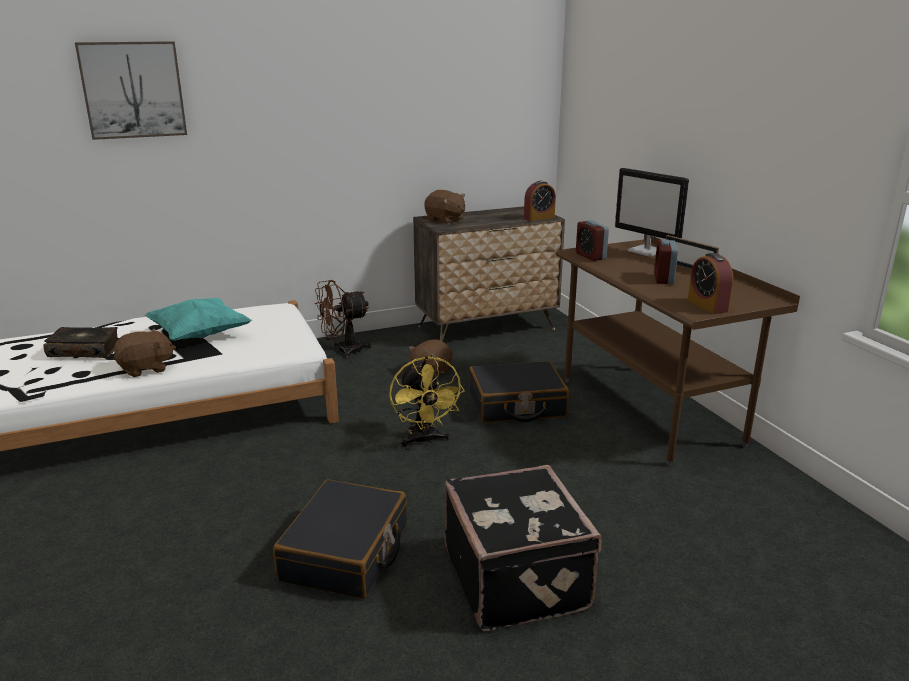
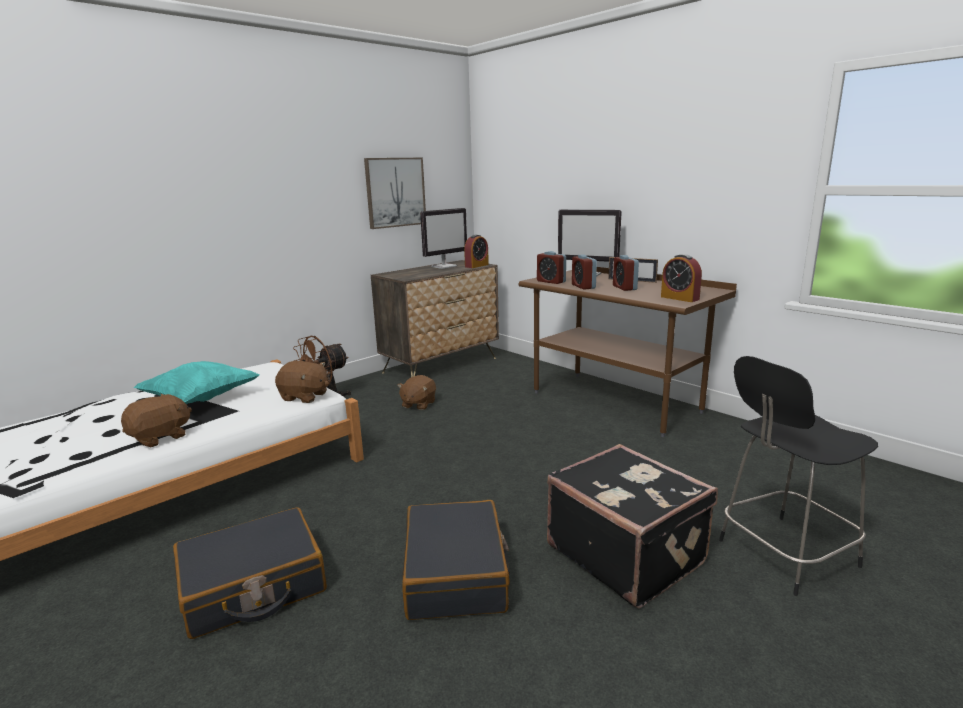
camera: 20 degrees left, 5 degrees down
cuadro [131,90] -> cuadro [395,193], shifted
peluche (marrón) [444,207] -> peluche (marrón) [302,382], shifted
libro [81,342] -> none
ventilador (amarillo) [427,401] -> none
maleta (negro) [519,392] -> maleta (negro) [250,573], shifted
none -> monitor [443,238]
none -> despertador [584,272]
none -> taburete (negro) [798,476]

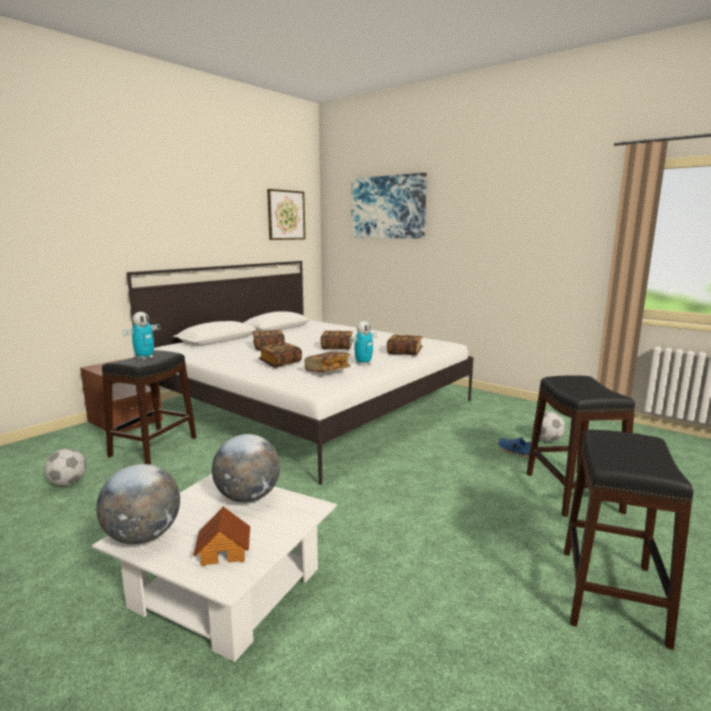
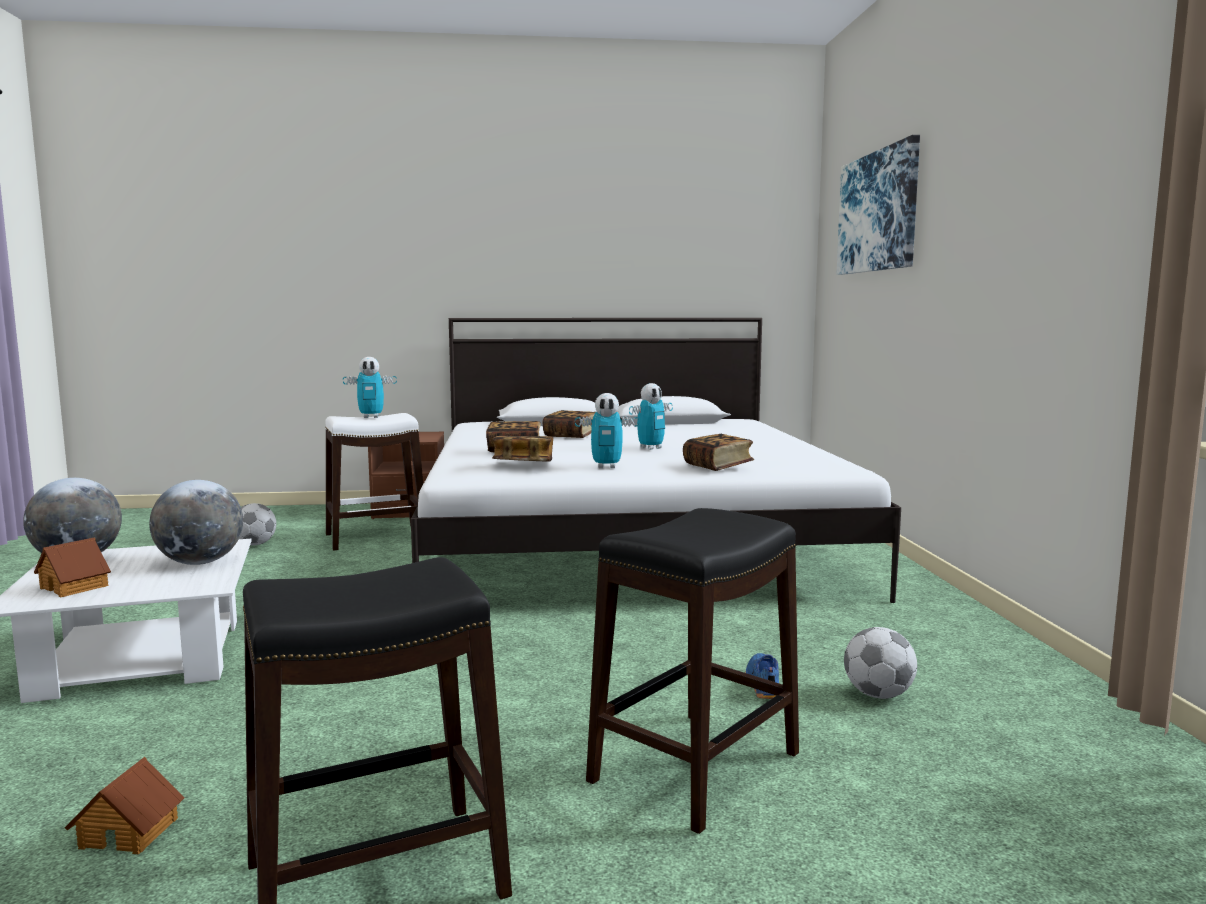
camera: 45 degrees right, 5 degrees down
cuadro [286,214] -> none
libro [337,340] -> robot de juguete [651,416]
taburete (negro) [149,407] -> taburete (blanco) [374,481]
none -> casita [125,805]

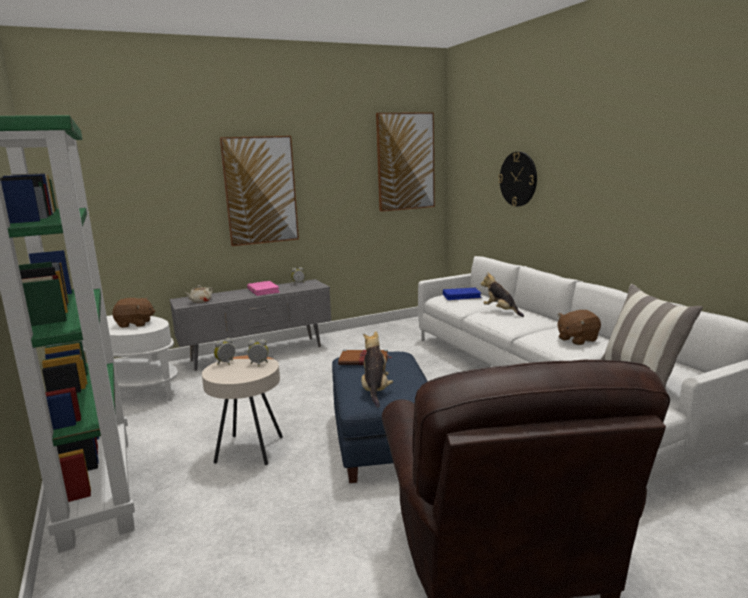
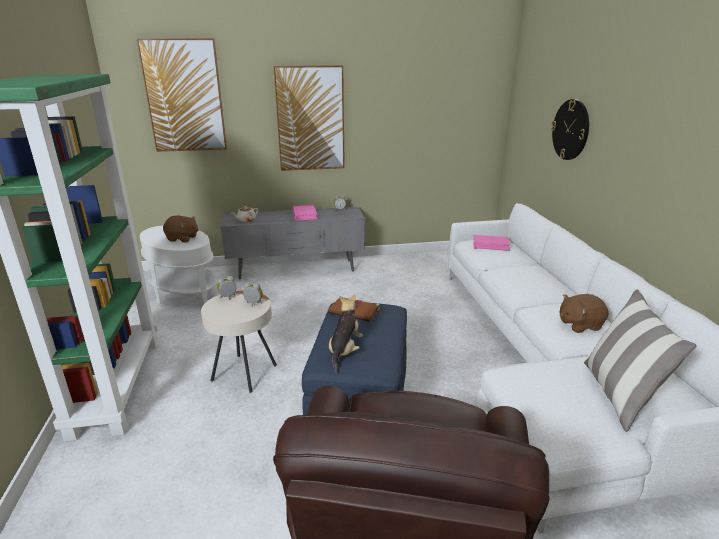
camera: 15 degrees right, 10 degrees up
cuadro [405,162] -> cuadro [182,95], shifted
peluche [502,294] -> none
libro (azul) [462,294] -> libro (rosa) [491,243]

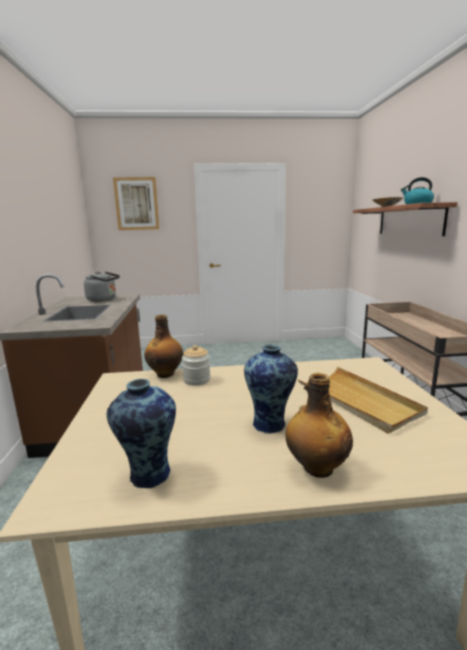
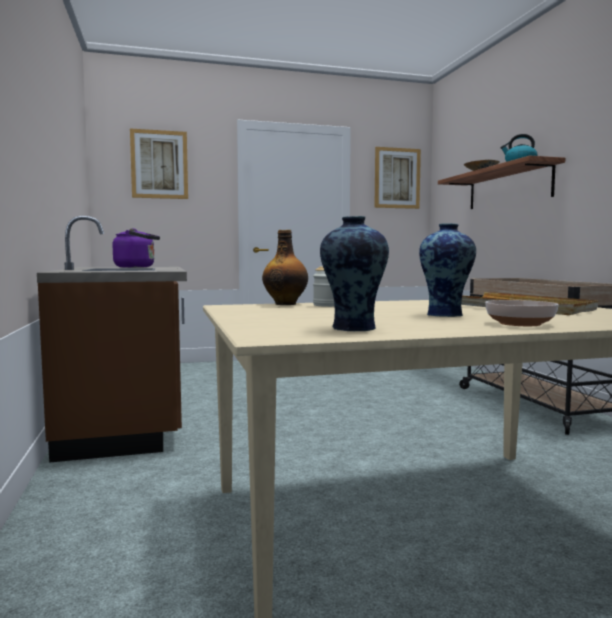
camera: 10 degrees left, 10 degrees down
hervidor (gris) [102,287] -> hervidor (morado) [136,248]
botella [319,425] -> cuenco [522,313]
none -> cuadro [397,178]

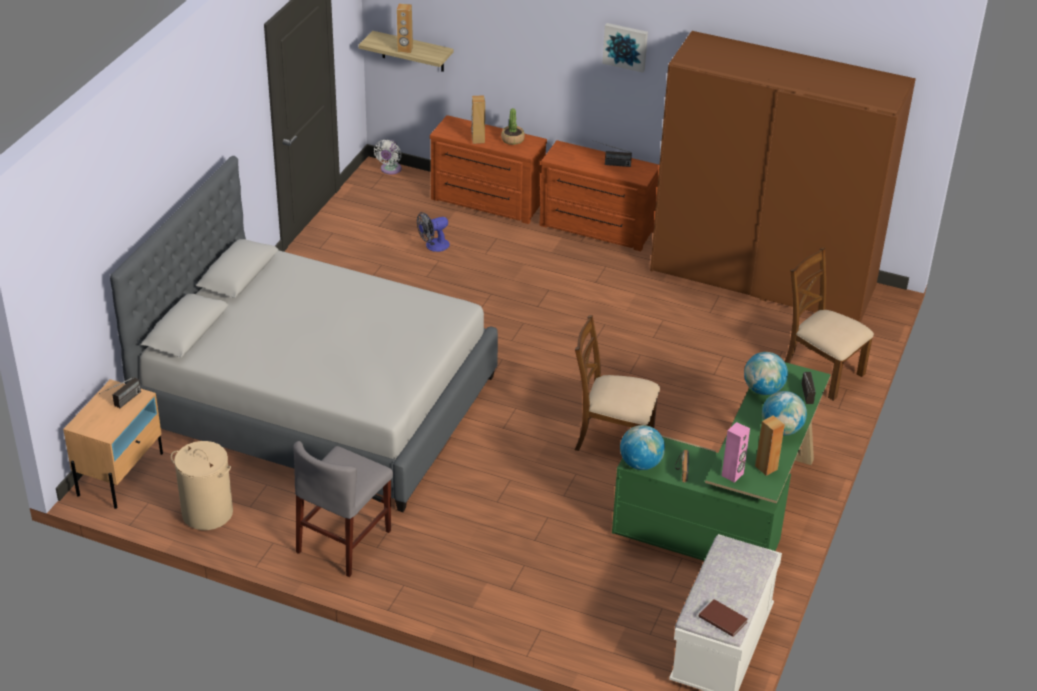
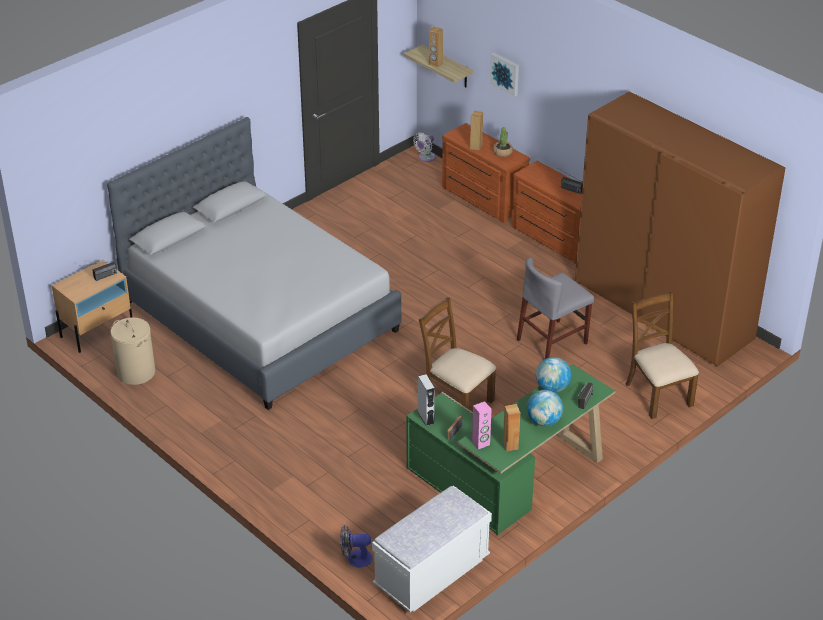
camera: 25 degrees right, 0 degrees up
cuadro [625,48] -> cuadro [504,75], shifted
ventilador [433,232] -> ventilador [356,546], shifted
globo terráqueo [642,447] -> altavoz (gris) [426,400]
silla (gris) [343,509] -> silla (gris) [555,308], shifted
libro (marrón) [723,618] -> none

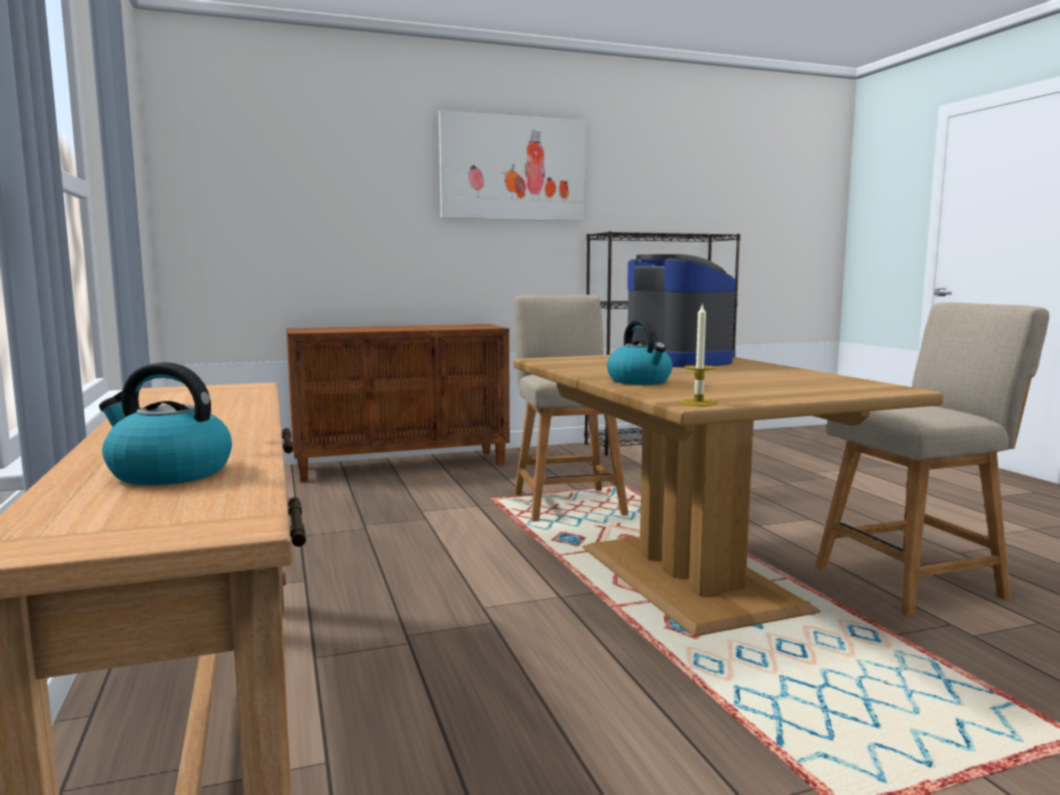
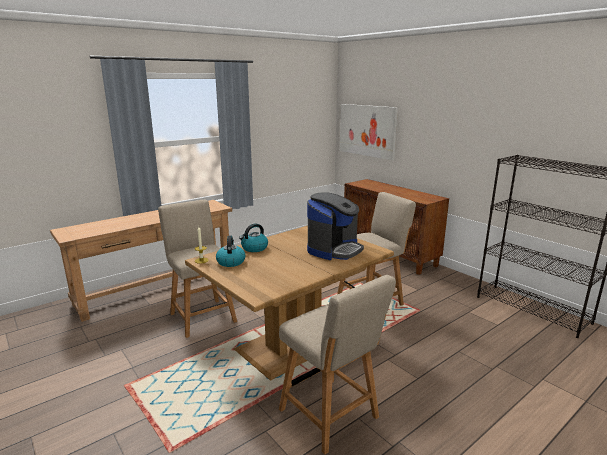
camera: 70 degrees right, 10 degrees up
cuadro [512,165] -> cuadro [369,132], shifted
hervidor [165,423] -> hervidor [231,251], shifted
none -> silla (beis) [197,269]

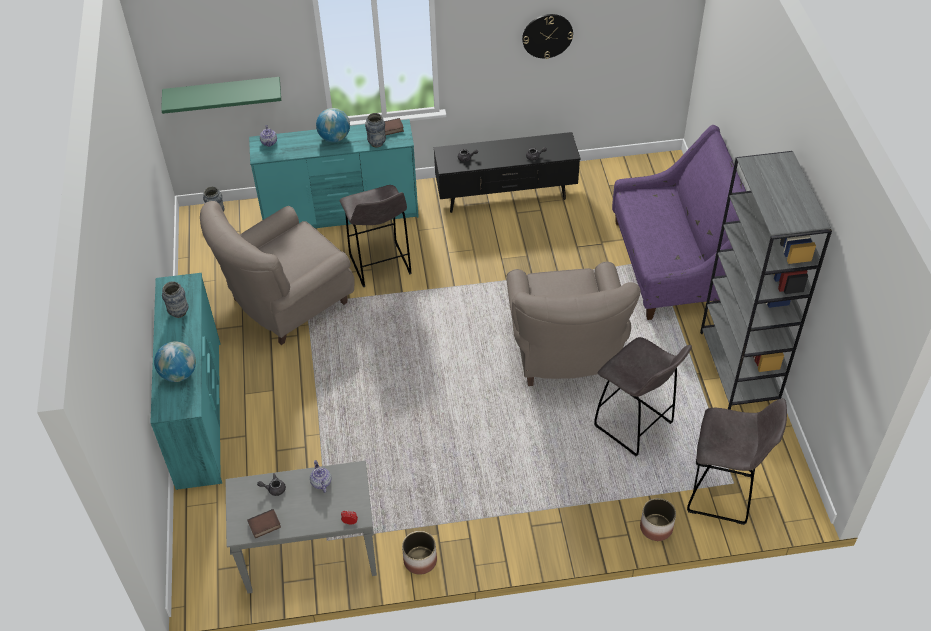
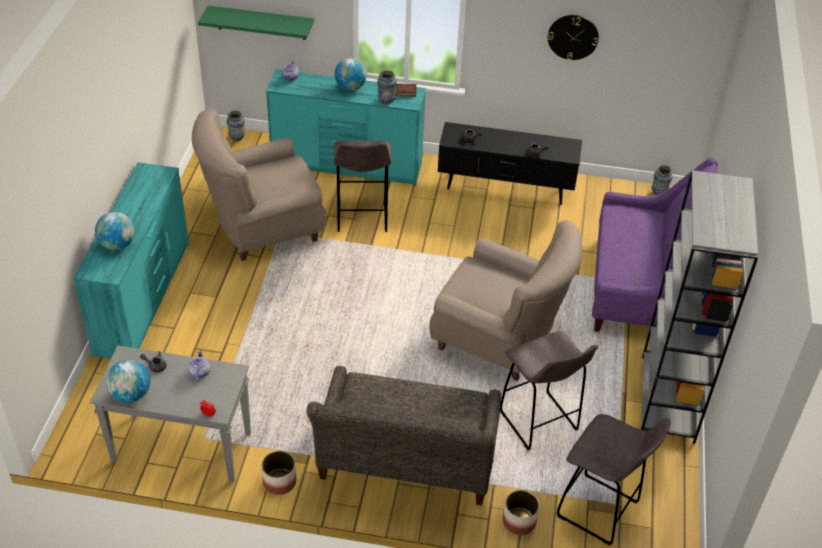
camera: 15 degrees right, 5 degrees down
sillón (beis) [574,324] -> sillón (beis) [505,300], 75 degrees counterclockwise
florero [175,299] -> florero [662,180], shifted
libro [264,523] -> globo terráqueo [128,381]
none -> sofá (gris) [404,435]

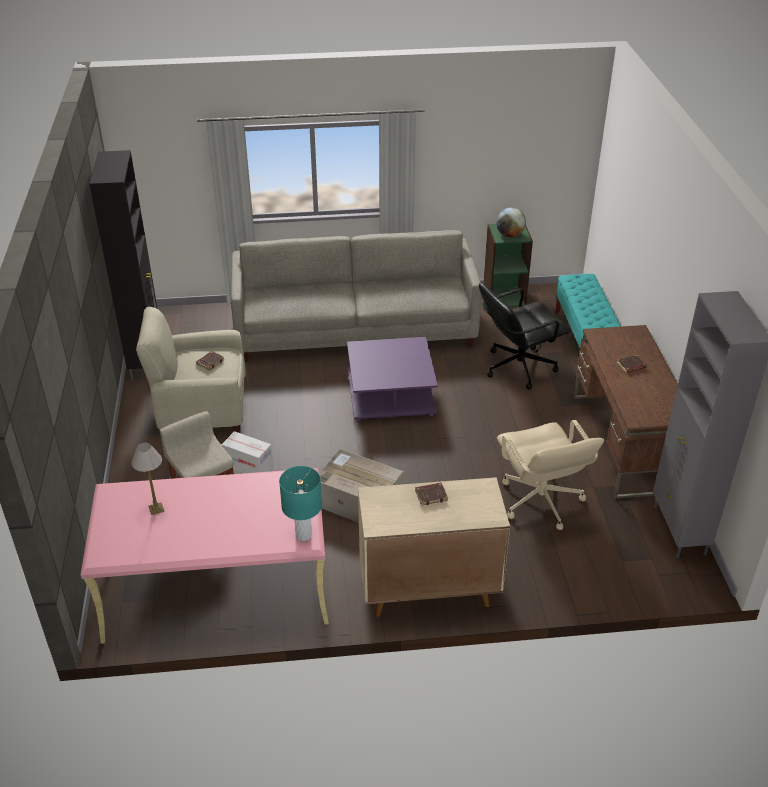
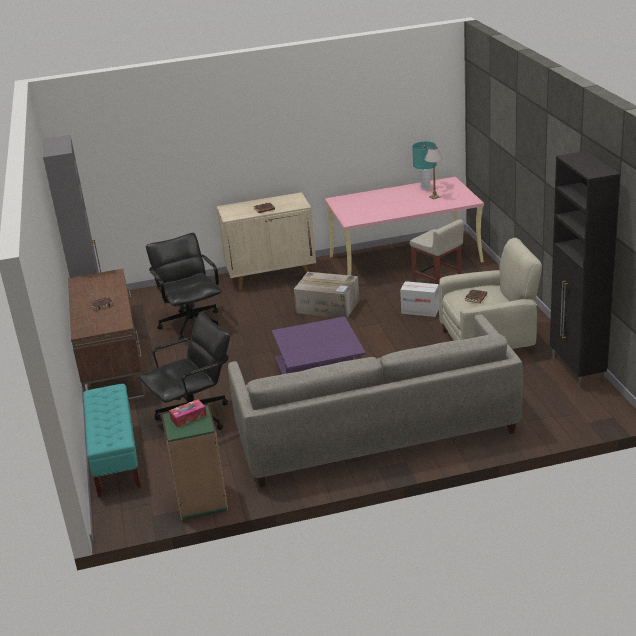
camera: 175 degrees right, 10 degrees down
globo terráqueo [511,222] -> caja de pañuelos [188,413]
silla de oficina (beis) [550,475] -> silla de oficina (negro) [184,286]
lámpara de mesa (turquesa) [300,503] -> lámpara de mesa (turquesa) [424,165], shifted

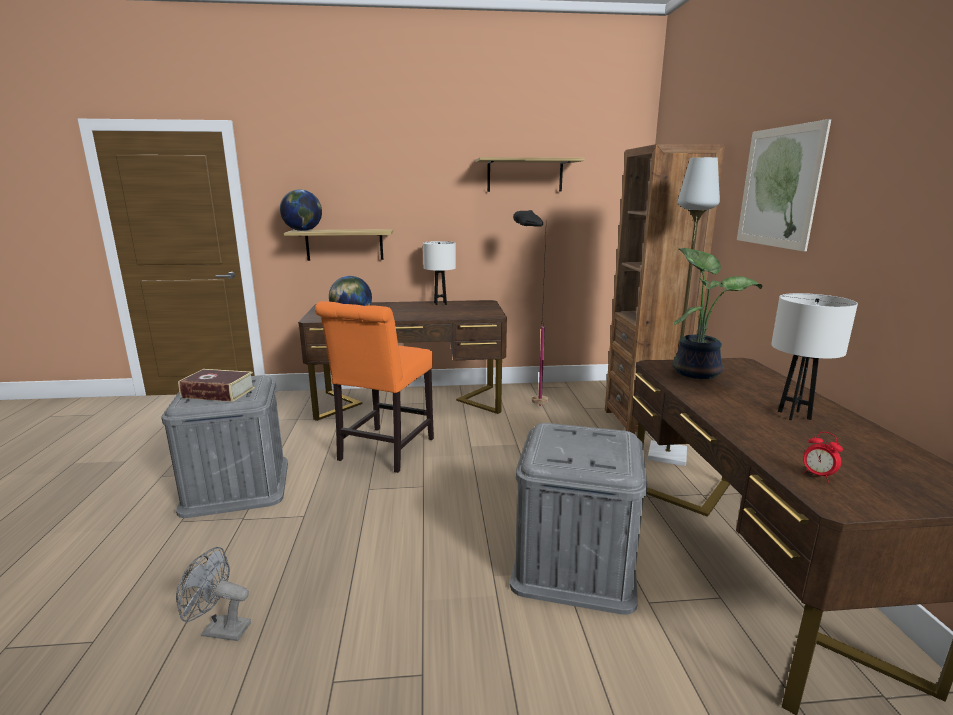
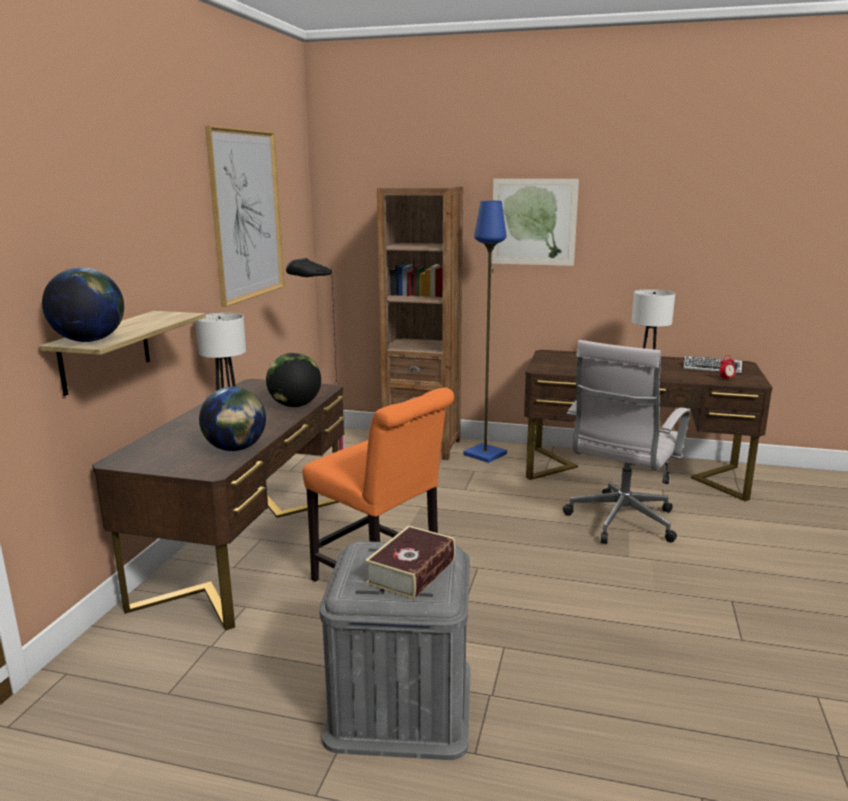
camera: 70 degrees left, 0 degrees up
estante [530,174] -> cuadro [245,216]
lámpara de pie (gris) [684,311] -> lámpara de pie (azul) [485,332]
planta en maceta [717,313] -> none
caja de almacenaje (gris) [579,519] -> silla de oficina (blanco) [626,442]
ventilador (gris) [213,594] -> none
none -> globo terráqueo [293,380]
none -> teclado [712,365]

